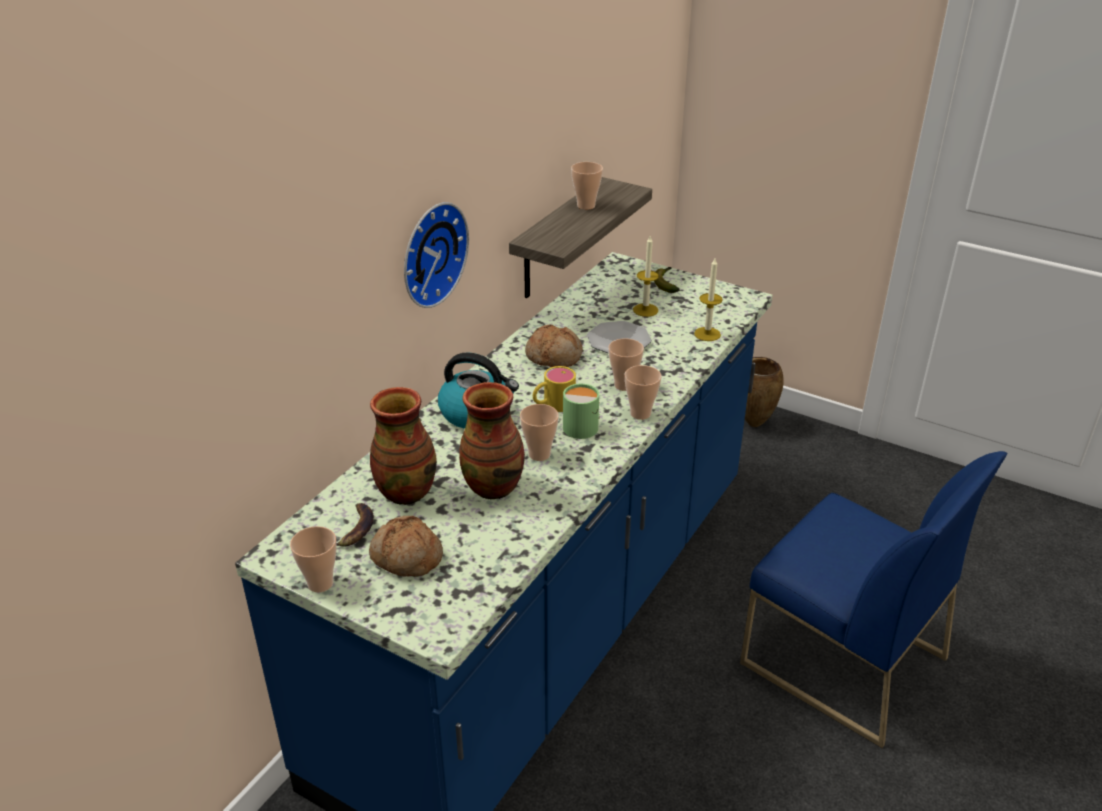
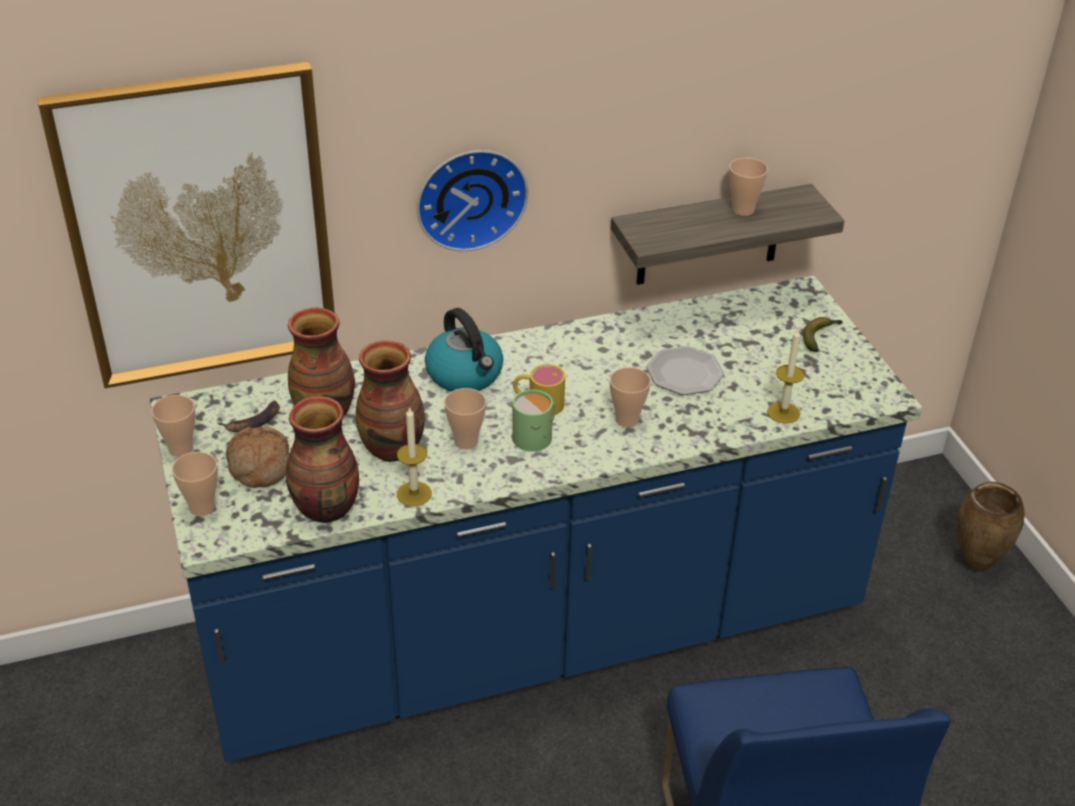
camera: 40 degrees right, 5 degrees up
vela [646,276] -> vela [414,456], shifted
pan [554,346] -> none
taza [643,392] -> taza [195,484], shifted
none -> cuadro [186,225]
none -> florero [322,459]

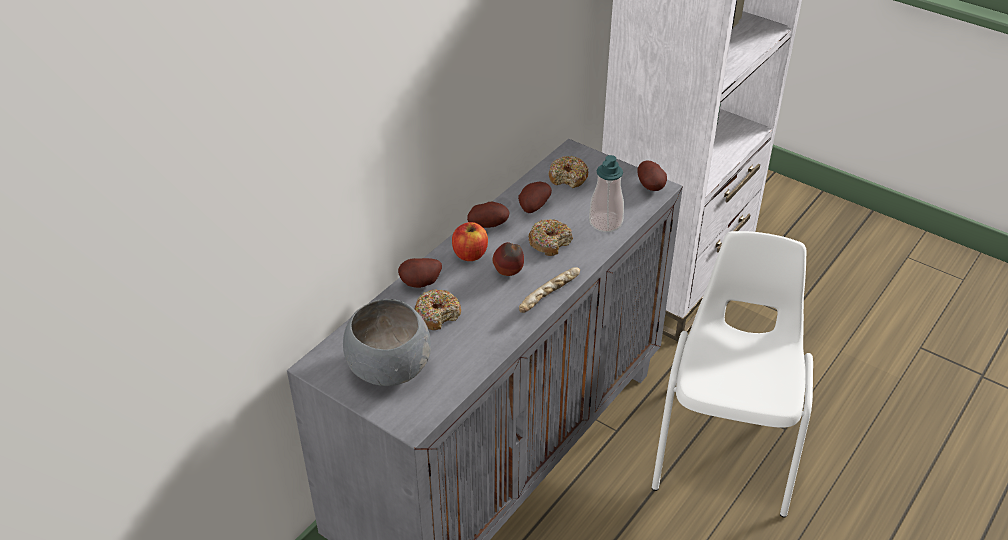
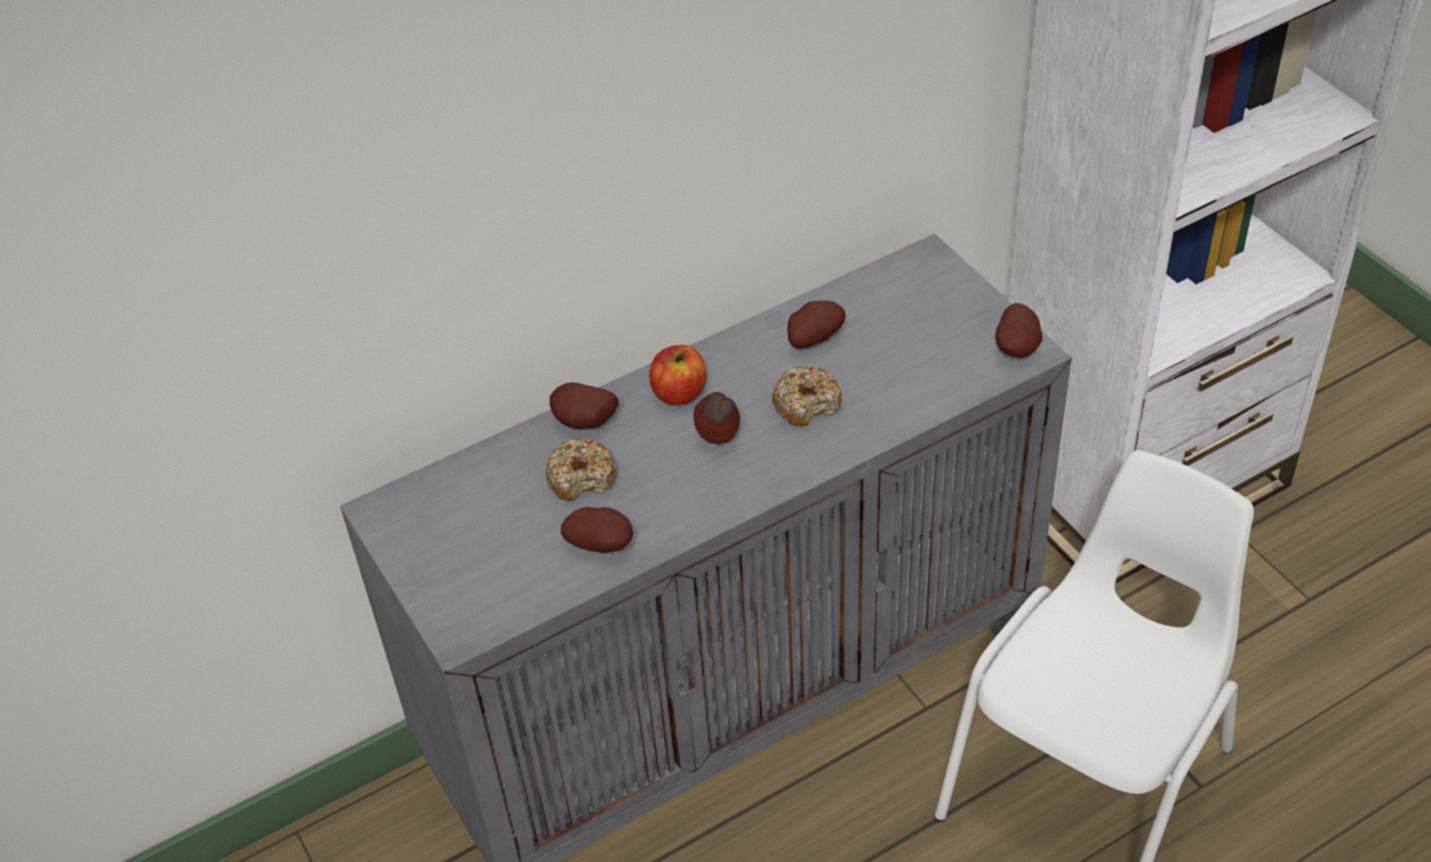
camera: 25 degrees right, 5 degrees up
dispensador de jabón [606,193] -> none
rosquilla [569,172] -> none
patata [488,215] -> patata [597,530], shifted
pan [549,290] -> none
cuenco (gris) [387,342] -> none

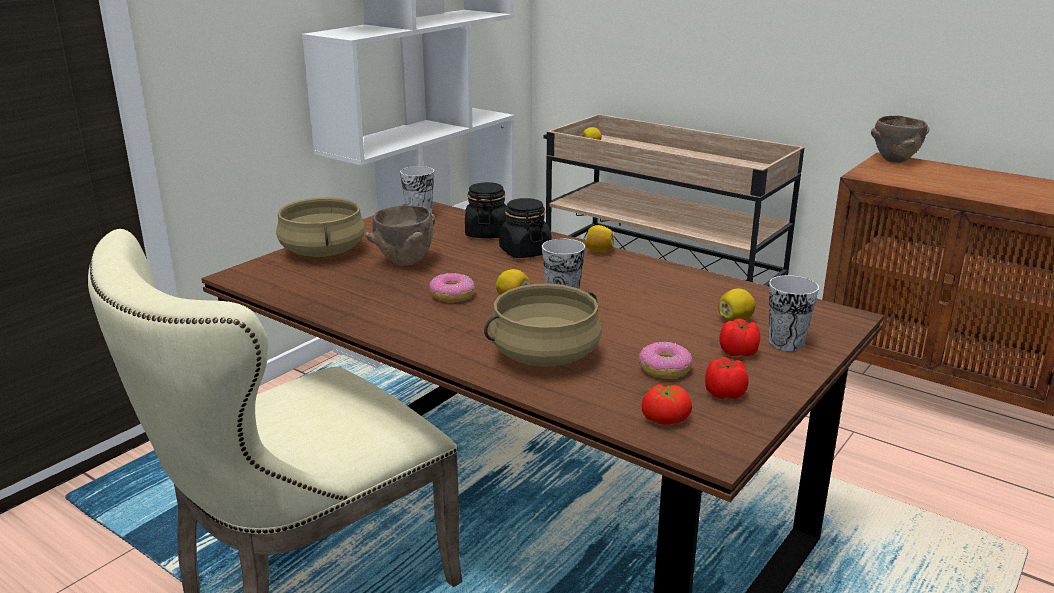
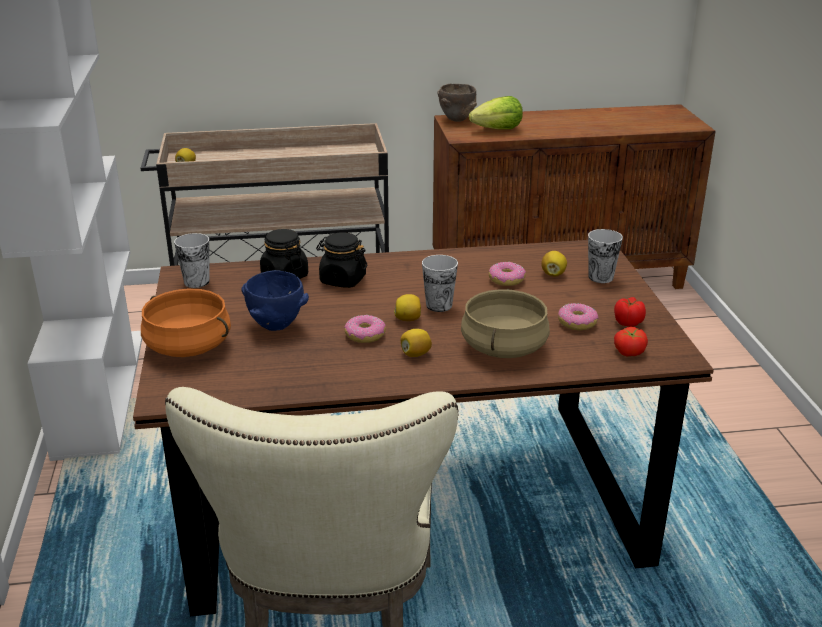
camera: 45 degrees left, 5 degrees up
olla (beis) [320,227] -> olla (naranja) [186,322]
cuenco (marrón) [400,235] -> cuenco (azul) [275,300]
limón [599,238] -> limón [416,343], shifted
tomate [739,337] -> none
none -> lechuga [496,112]
none -> rosquilla [507,274]

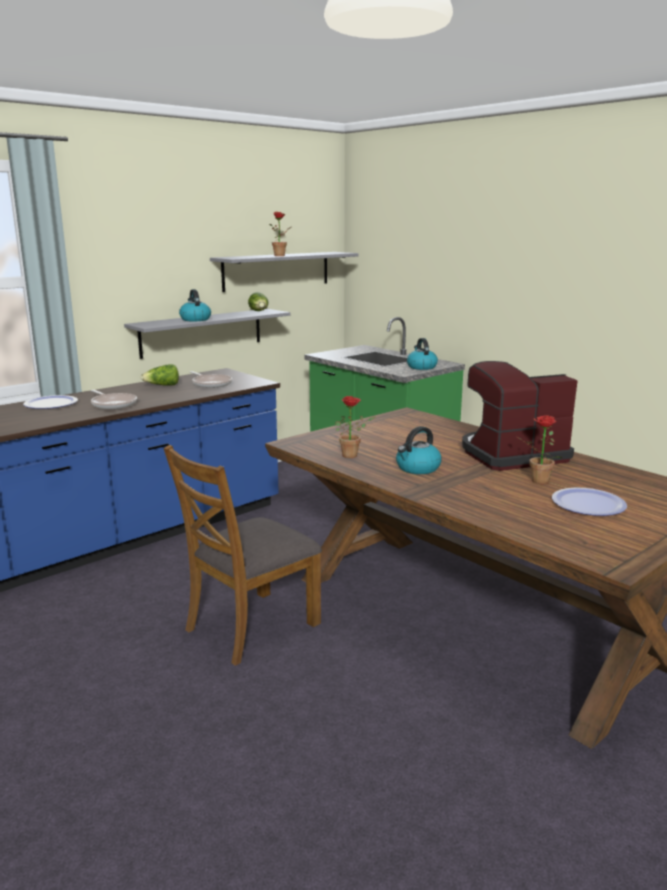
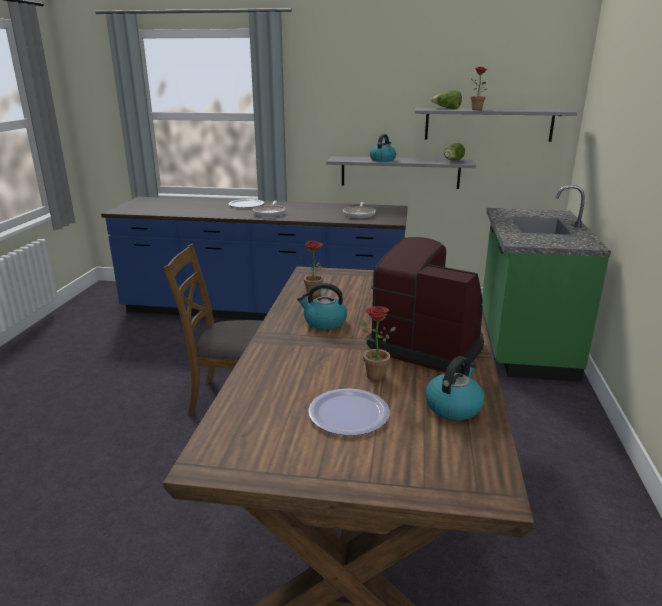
camera: 50 degrees right, 5 degrees up
hervidor [422,354] -> hervidor [454,388], shifted
lechuga [159,375] -> lechuga [446,99], shifted

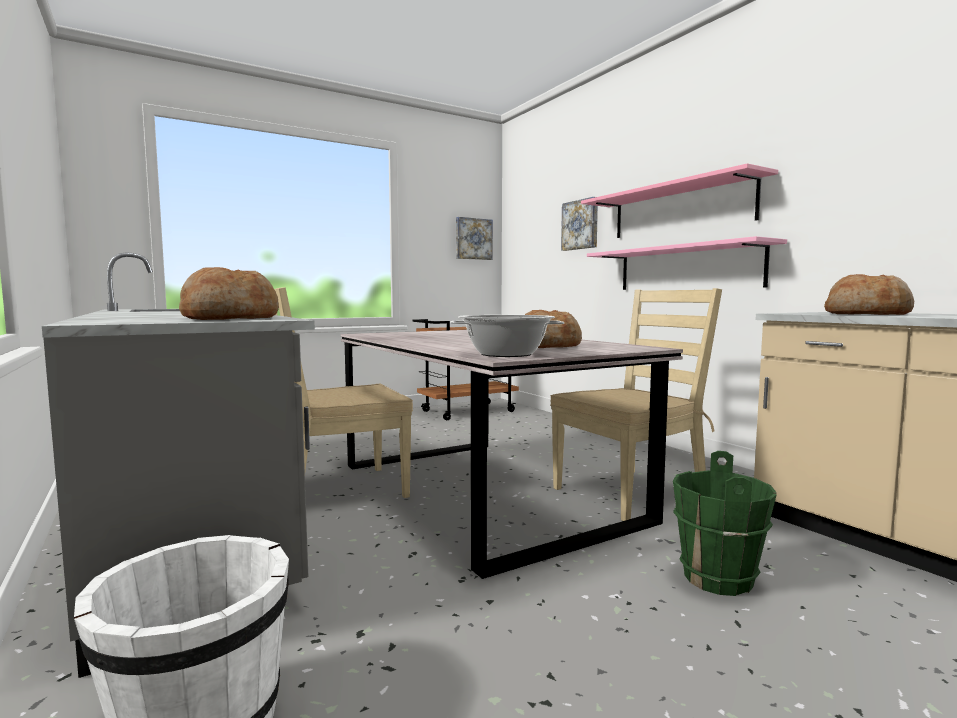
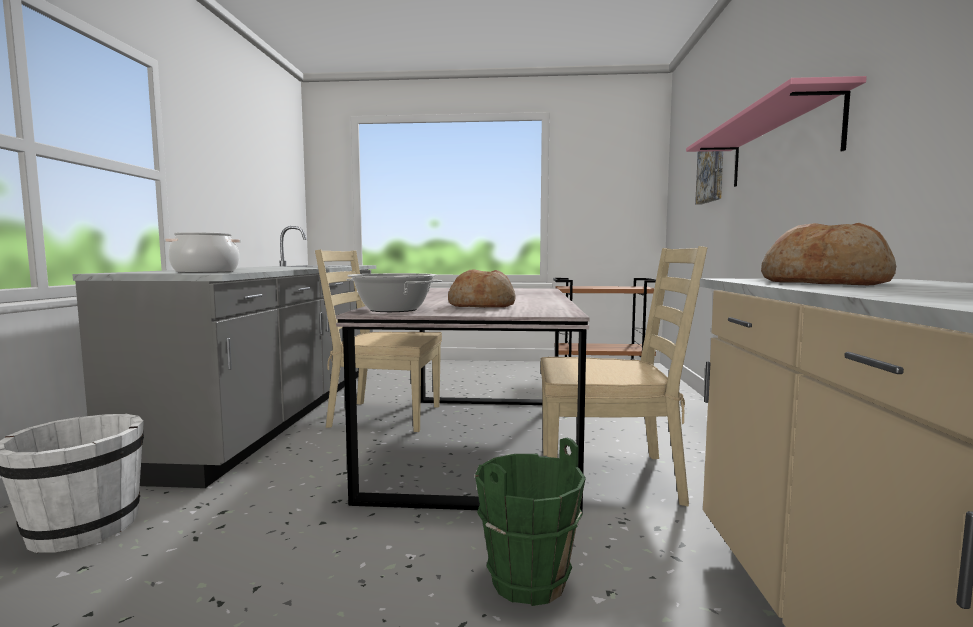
camera: 35 degrees right, 0 degrees up
cuadro [474,238] -> none
estante (rosa) [687,263] -> none
pan [229,293] -> olla [202,252]

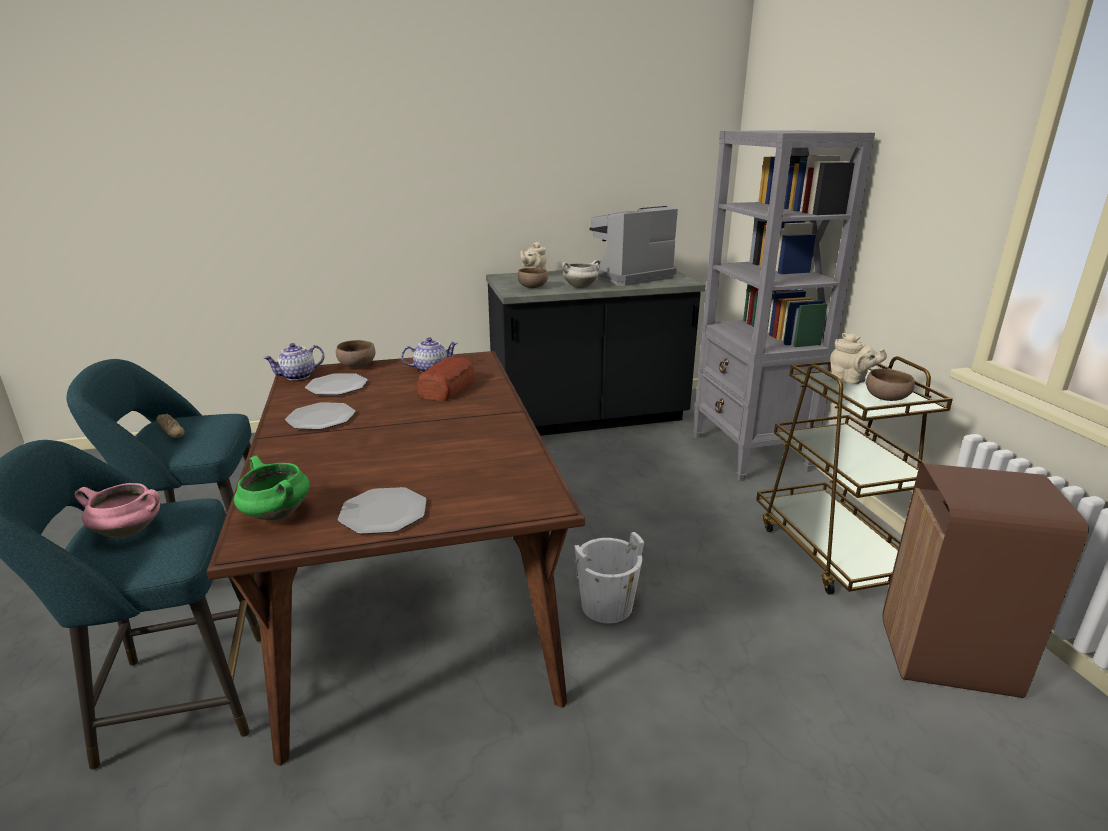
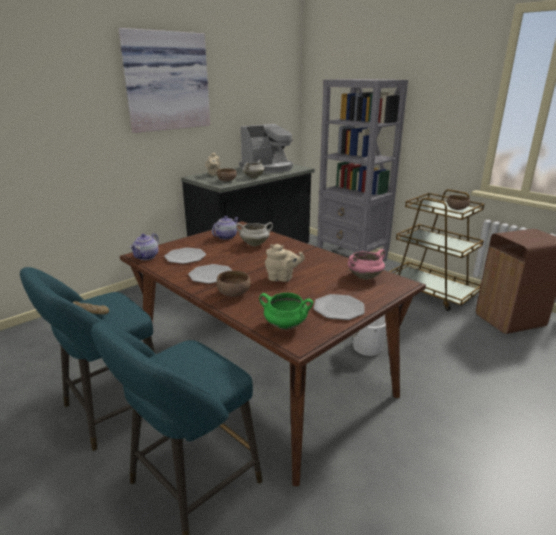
camera: 30 degrees left, 0 degrees up
cafetera [634,246] -> cafetera [266,148], 150 degrees counterclockwise
tetera (beis) [858,358] -> tetera (beis) [285,263], shifted
cuenco (marrón) [356,353] -> cuenco (marrón) [233,284], shifted
pan [446,379] -> olla (blanco) [254,234]
olla (rosa) [117,510] -> olla (rosa) [366,264], shifted
none -> cuadro [164,80]

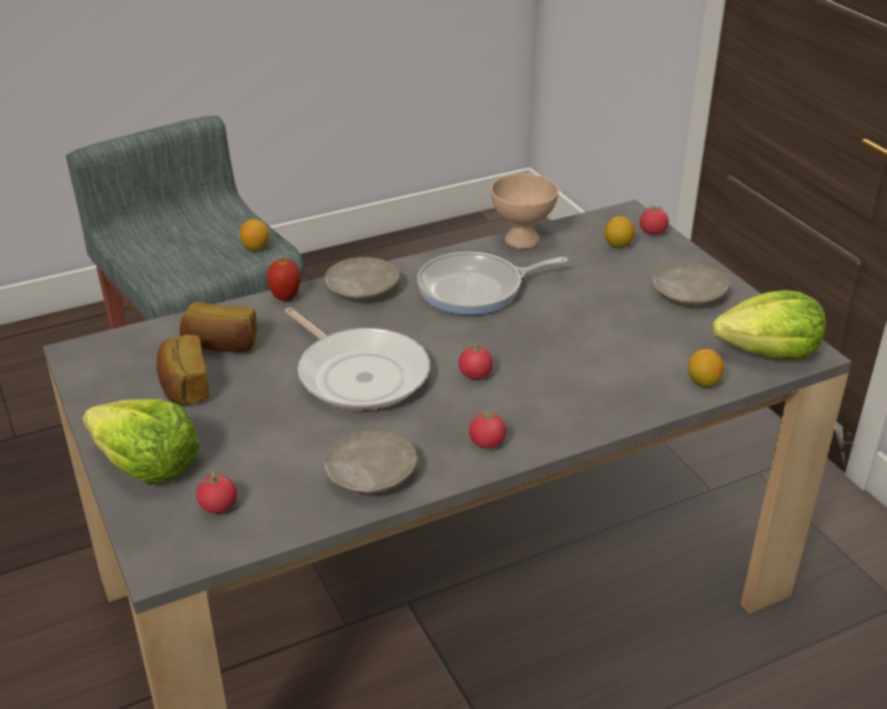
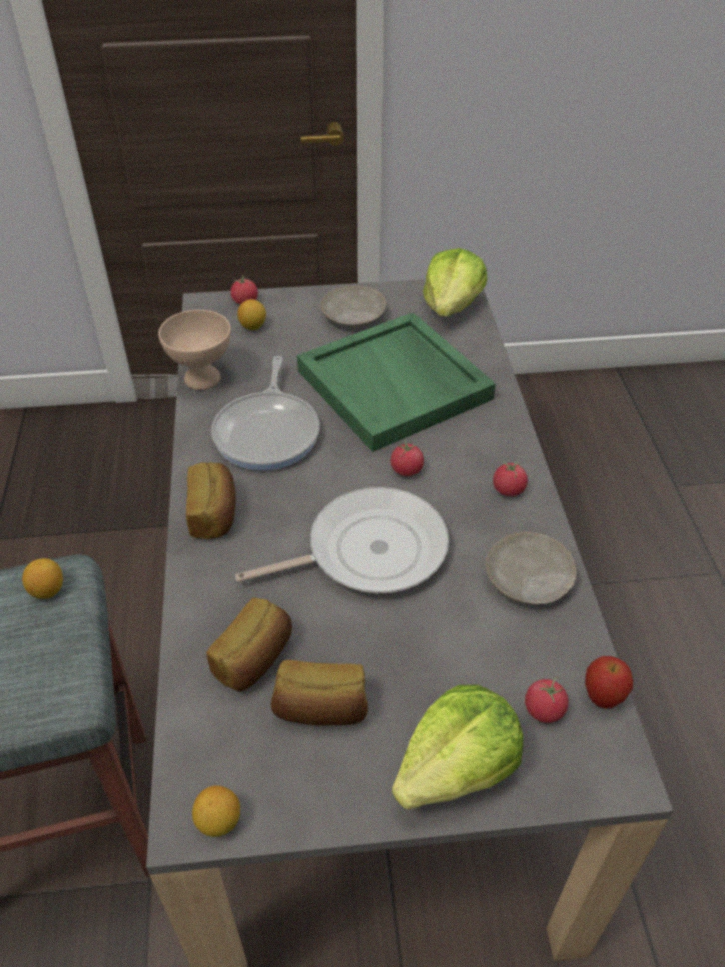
camera: 70 degrees left, 10 degrees up
plato (beis) [362,278] -> pan [211,500]
manzana [283,280] -> manzana [609,682], shifted
limón [706,368] -> limón [216,811], shifted
none -> bandeja (verde) [396,382]

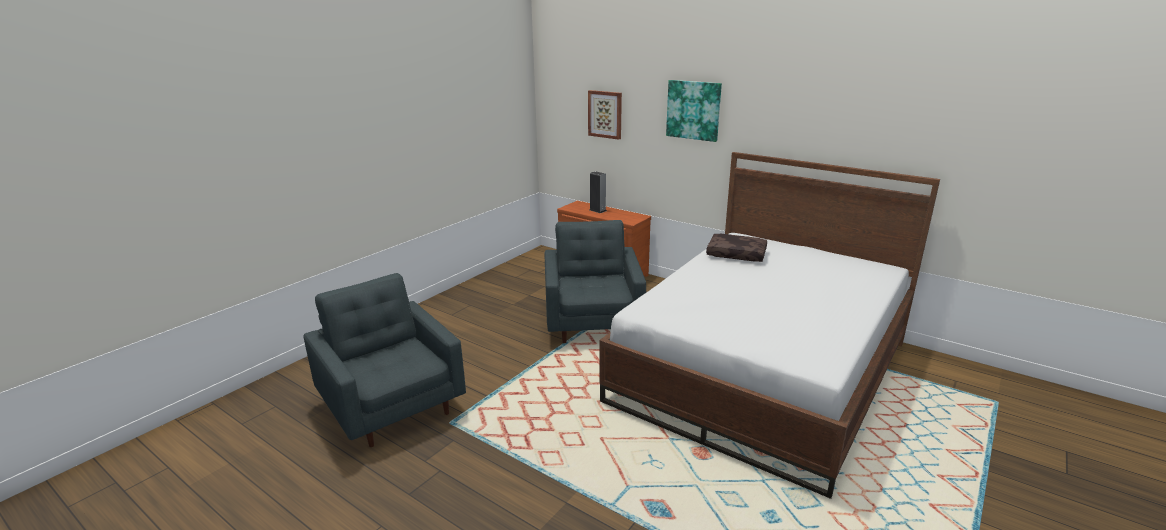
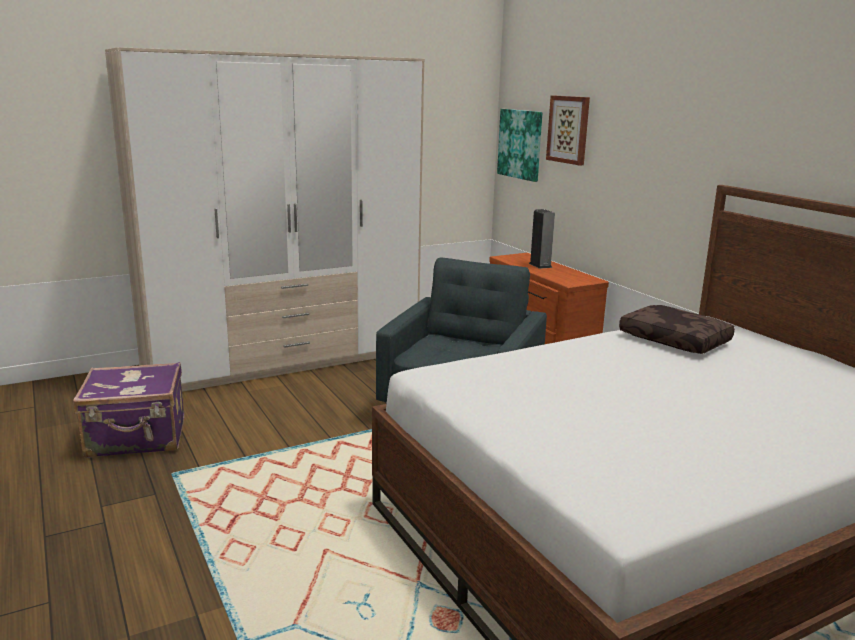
camera: 25 degrees right, 5 degrees down
cuadro [694,111] -> cuadro [520,145], shifted
sillón (gris) [384,360] -> maleta (morado) [128,410]
none -> armario ropero [265,219]

